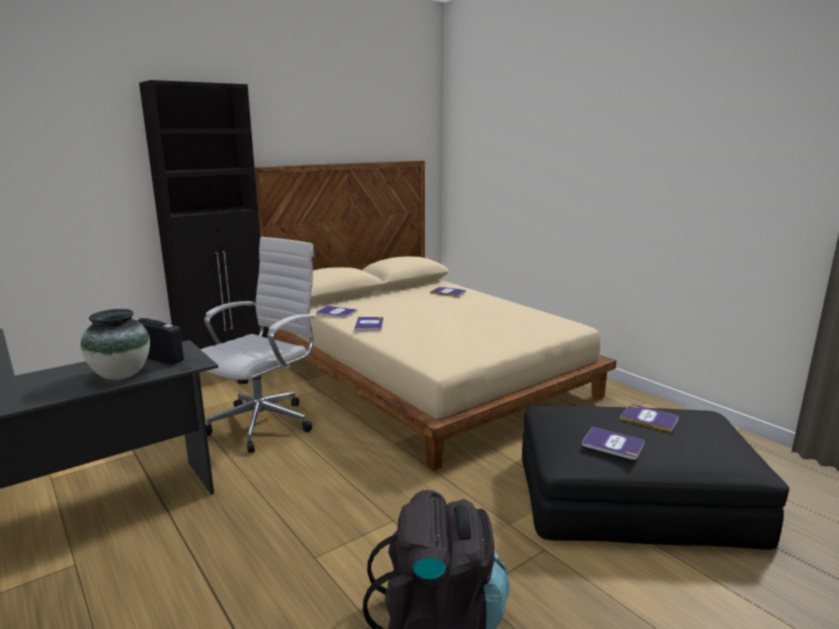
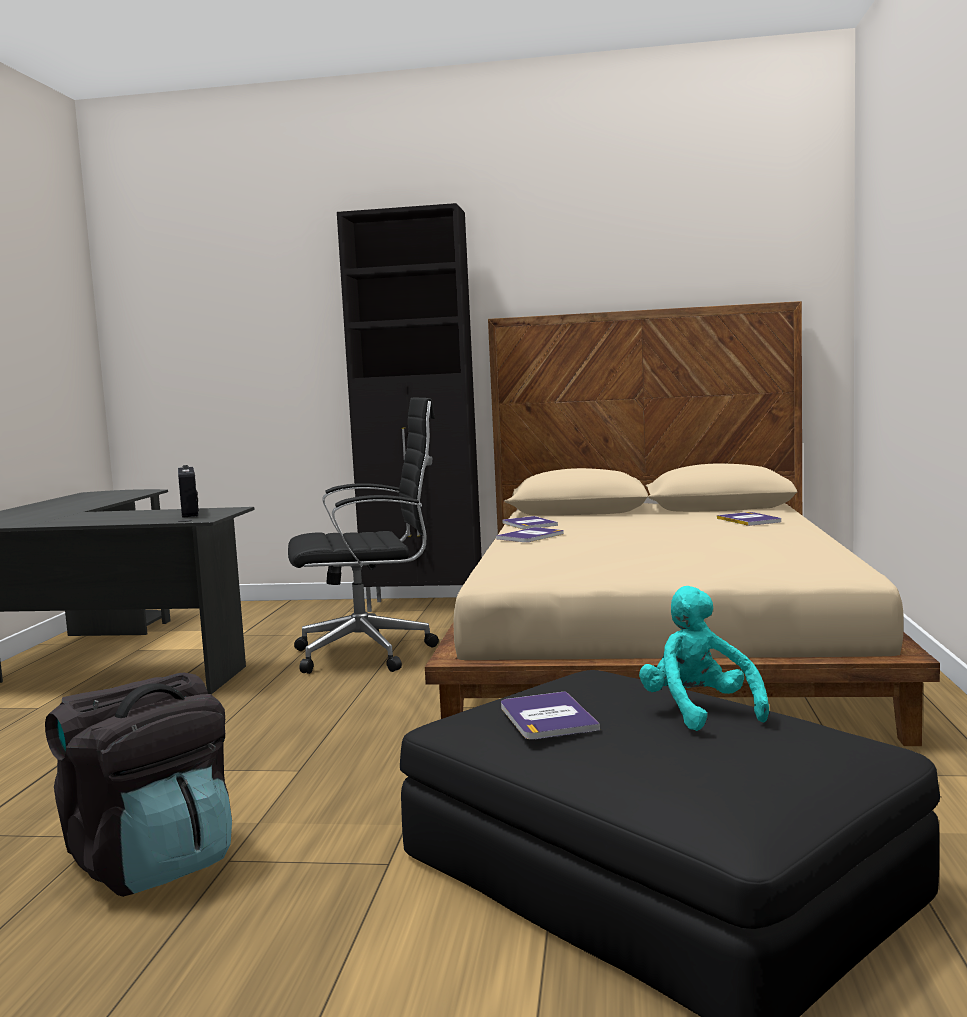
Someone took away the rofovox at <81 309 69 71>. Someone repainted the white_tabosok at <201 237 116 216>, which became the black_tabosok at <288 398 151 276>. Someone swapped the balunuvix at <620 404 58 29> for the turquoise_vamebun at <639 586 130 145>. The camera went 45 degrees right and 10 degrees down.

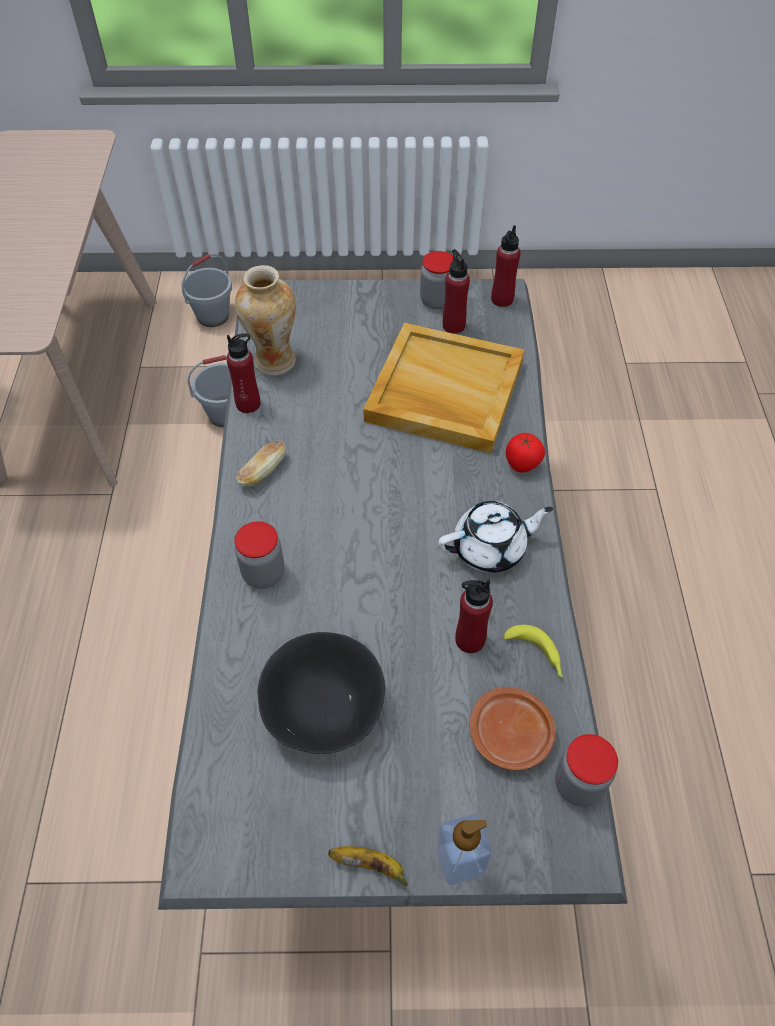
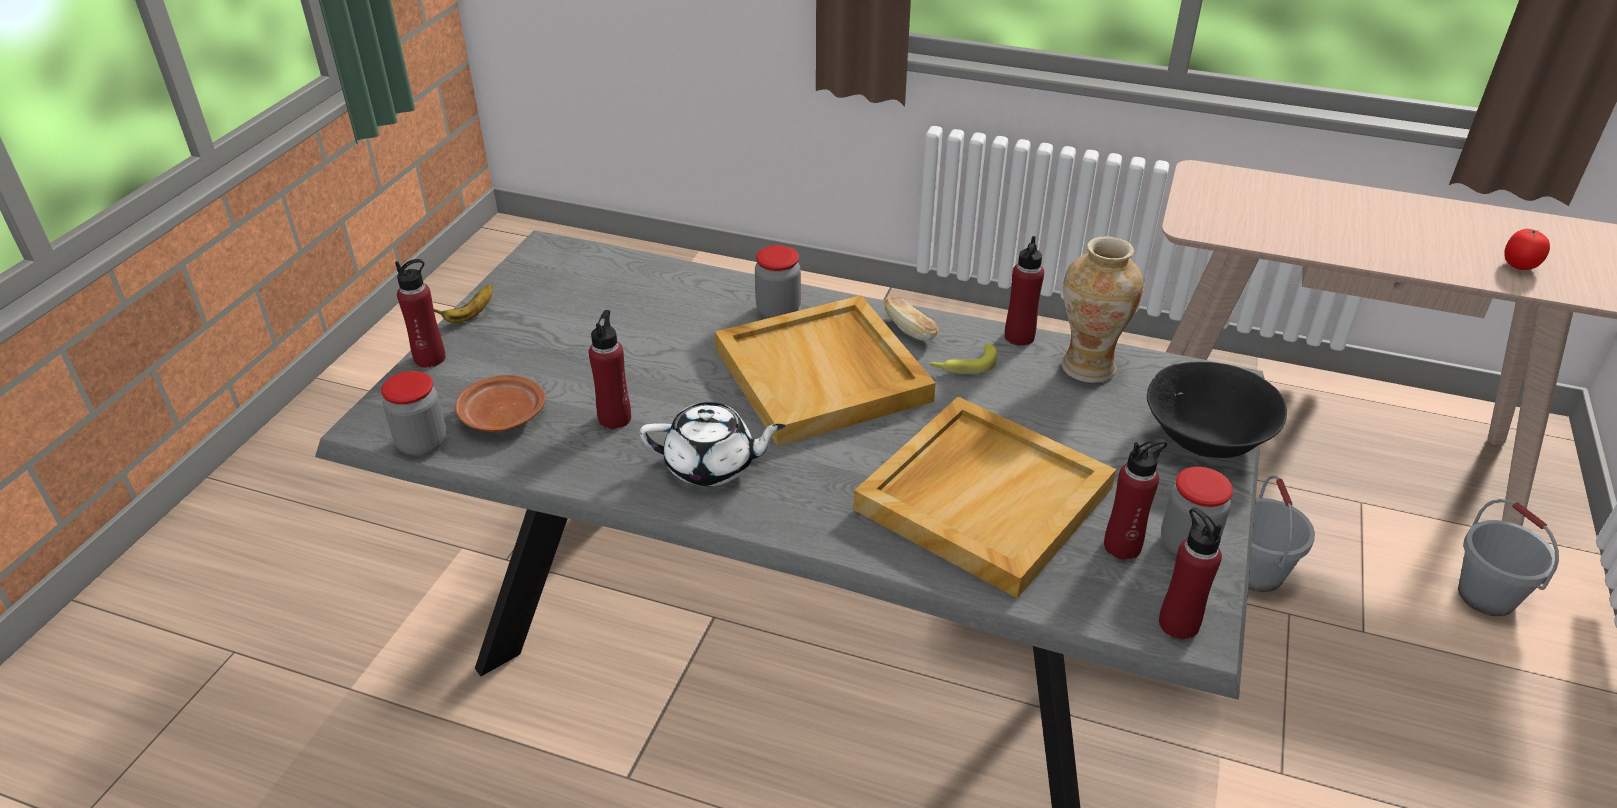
Someone carried the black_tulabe from <258 632 127 122> to <1147 362 140 96>. Someone swapped the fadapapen at <437 814 55 71> for the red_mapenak at <395 259 51 109>. Someone rotated the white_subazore at <438 501 115 72> by 90 degrees counterclockwise. Someone carried the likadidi from <504 625 59 53> to <929 344 68 30>. Someone carried the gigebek from <506 433 39 40> to <1504 228 46 42>. Someone put down the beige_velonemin at <715 295 221 152>. The camera went 110 degrees right and 15 degrees down.

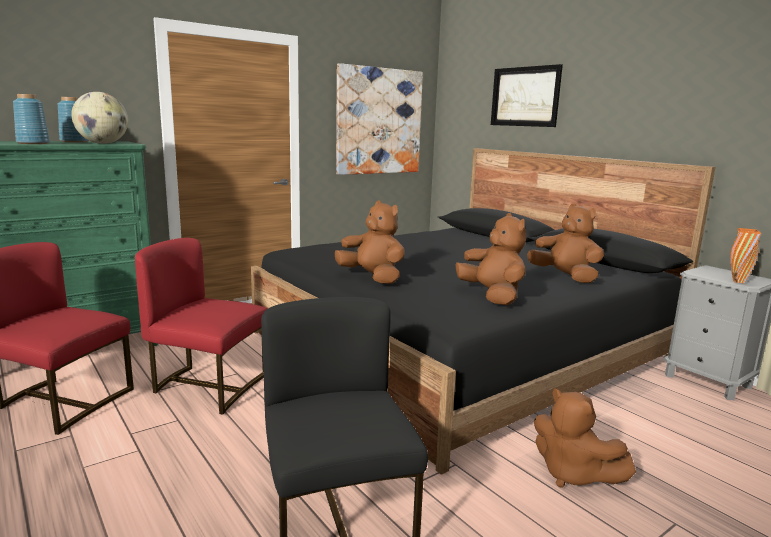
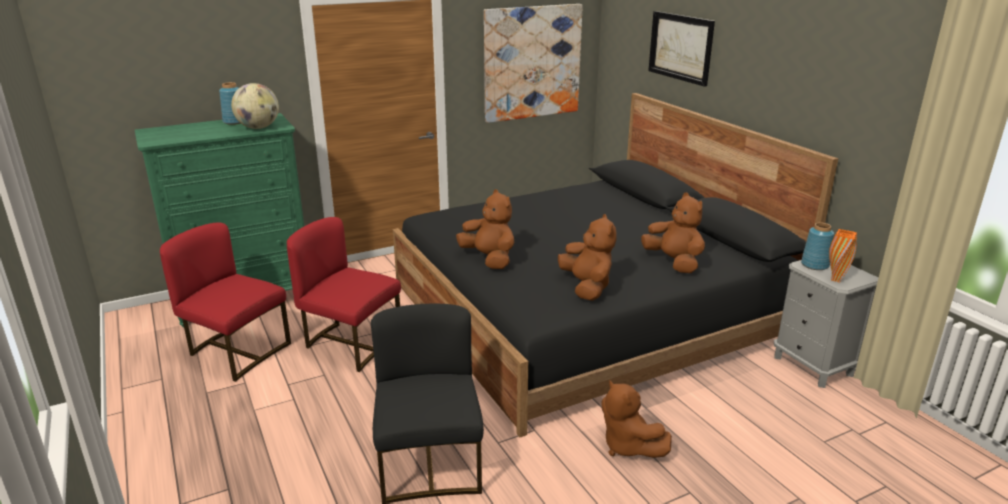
Someone carried the blue_rofovox from <13 94 37 50> to <801 222 33 48>. The camera went 10 degrees right and 10 degrees up.

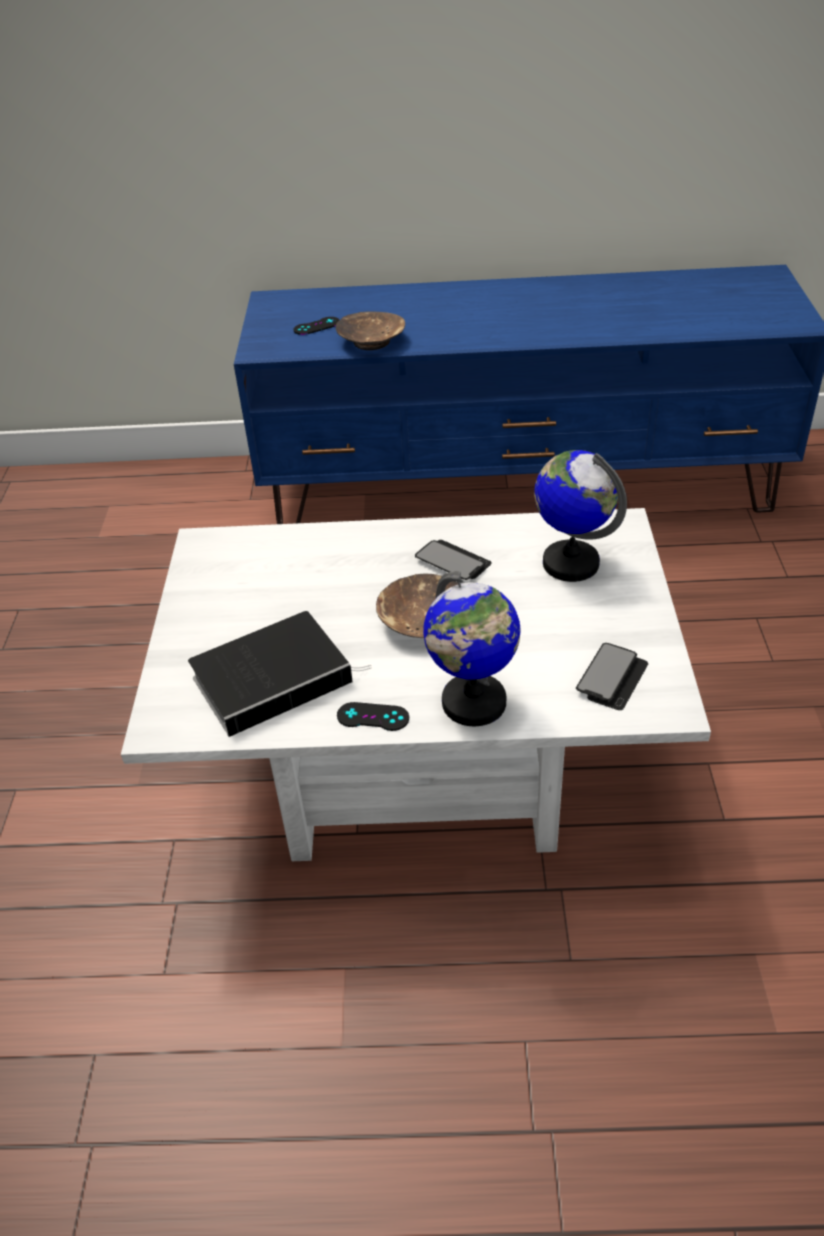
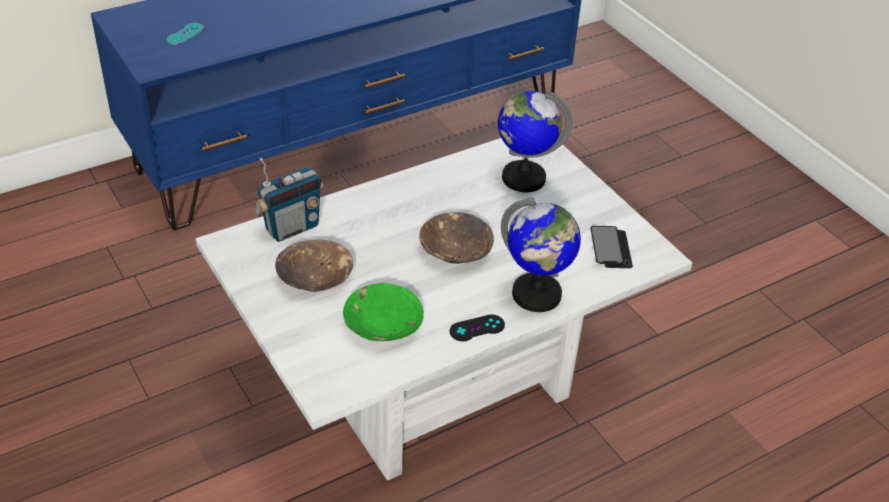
Someone swapped the balunuvix at <188 611 184 126> for the green_tulabe at <343 283 81 58>. Someone repainted the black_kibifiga at <294 317 45 18>, which became the turquoise_kibifiga at <167 23 37 22>. Someone carried the brown_tulabe from <336 312 69 38> to <275 240 78 52>. Someone took away the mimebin at <415 540 76 40>. Someone put down the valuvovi at <254 158 70 84>. The camera went 35 degrees left and 0 degrees up.

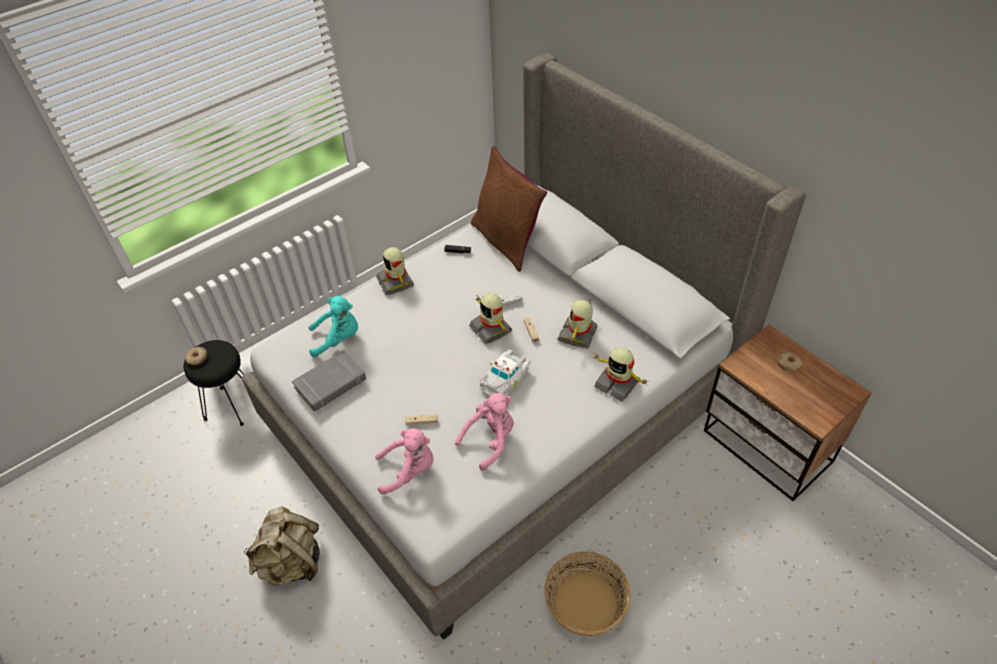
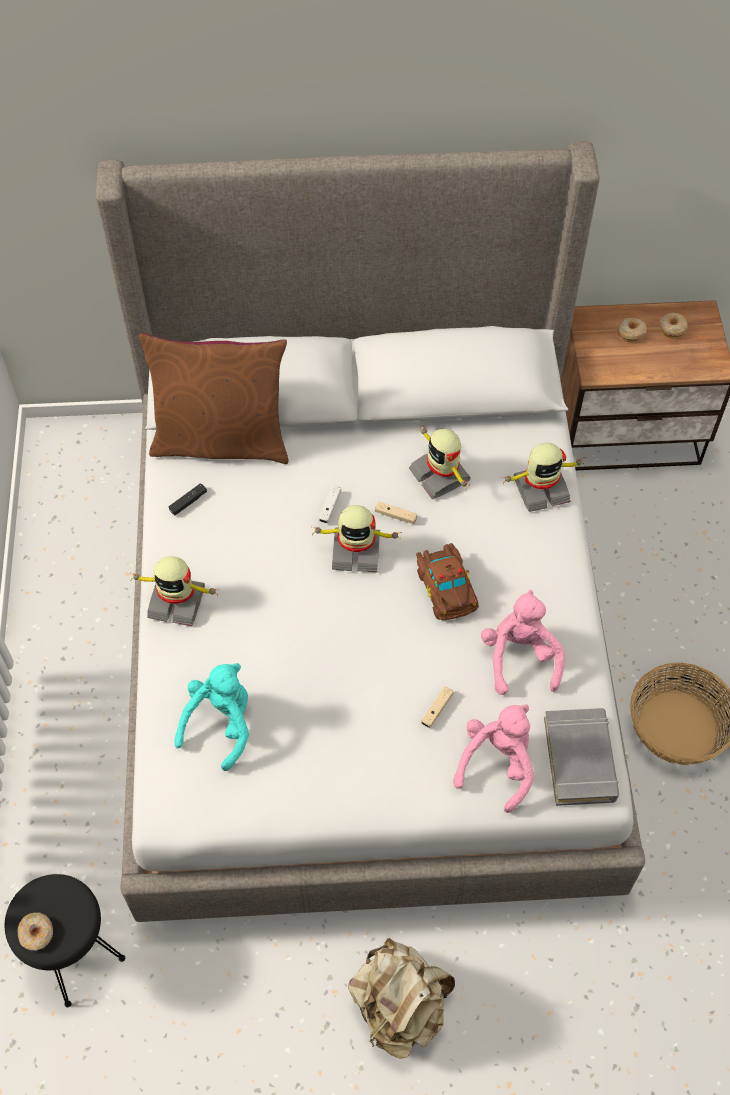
Someone carried the grey_balunuvix from <292 350 74 61> to <544 708 75 98>. Someone repainted the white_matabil at <479 350 52 46>, which became the brown_matabil at <416 543 63 77>. Someone put down the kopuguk at <660 313 28 26>. The camera went 55 degrees left and 10 degrees up.

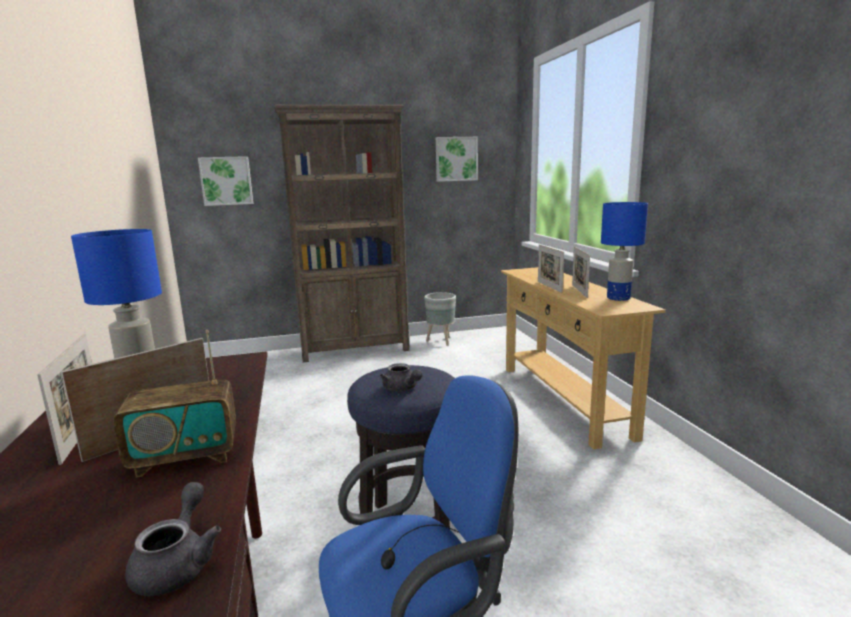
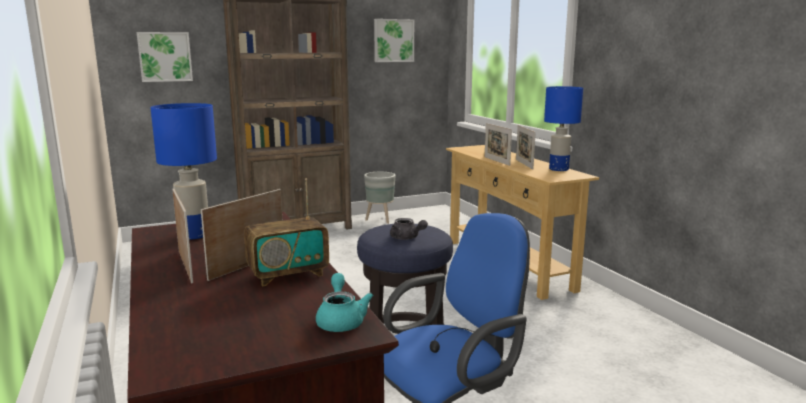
Someone repainted the grey_subazore at <125 482 96 114>, which became the turquoise_subazore at <316 273 57 59>. The camera went 10 degrees left and 0 degrees up.

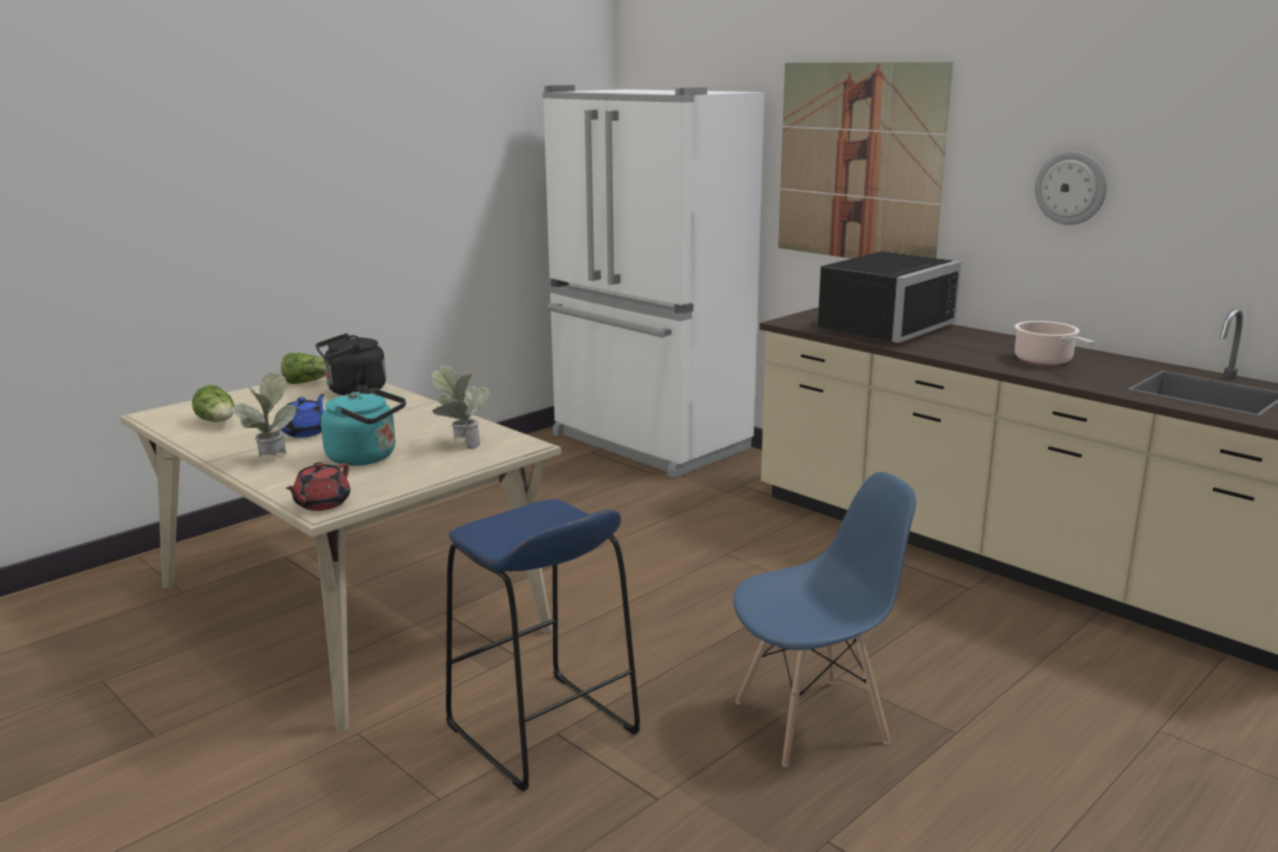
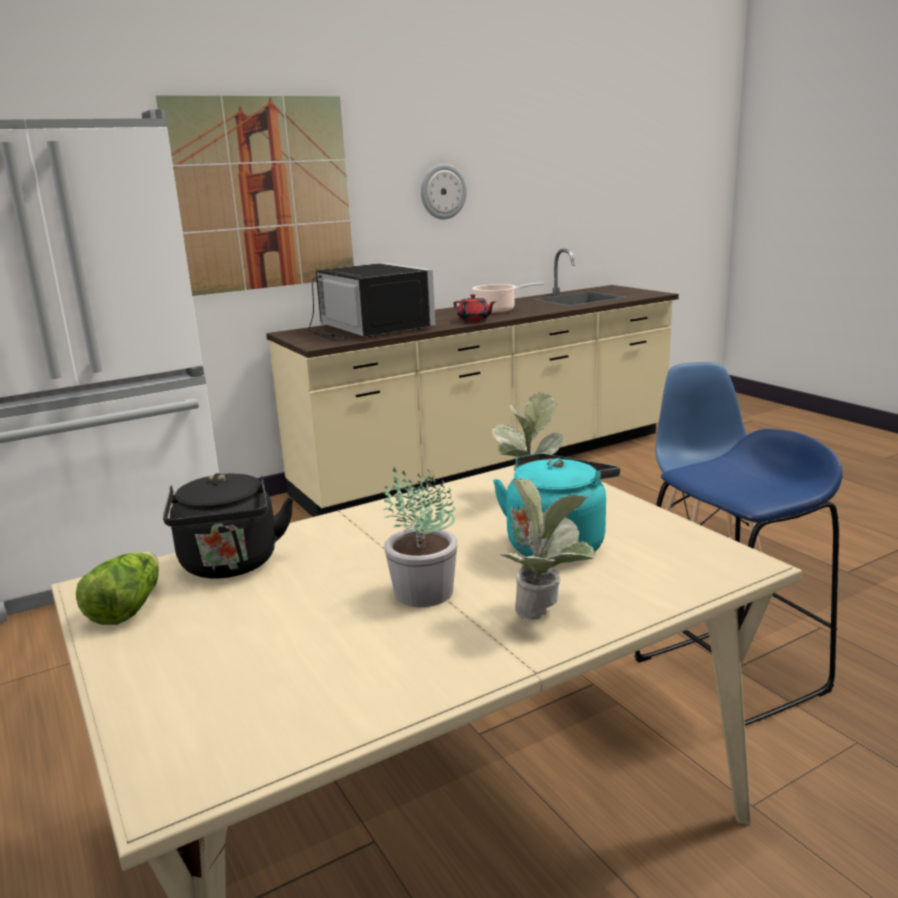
Someone took away the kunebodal at <192 385 43 37>. Someone swapped the blue_subazore at <281 394 44 44> for the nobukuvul at <383 467 75 140>. Someone carried the red_subazore from <285 462 65 49> to <453 294 43 28>. The camera went 75 degrees left and 0 degrees up.

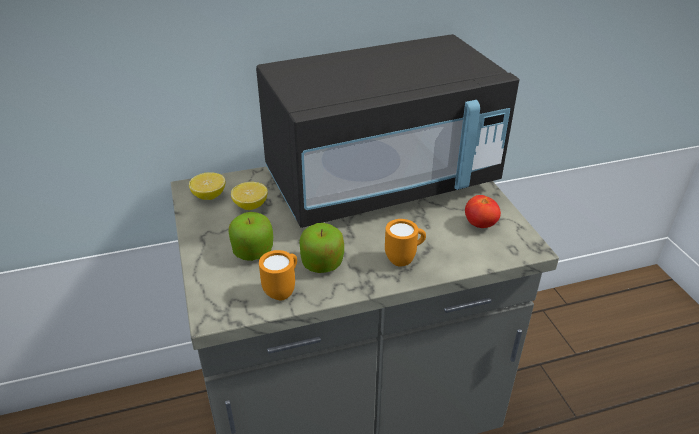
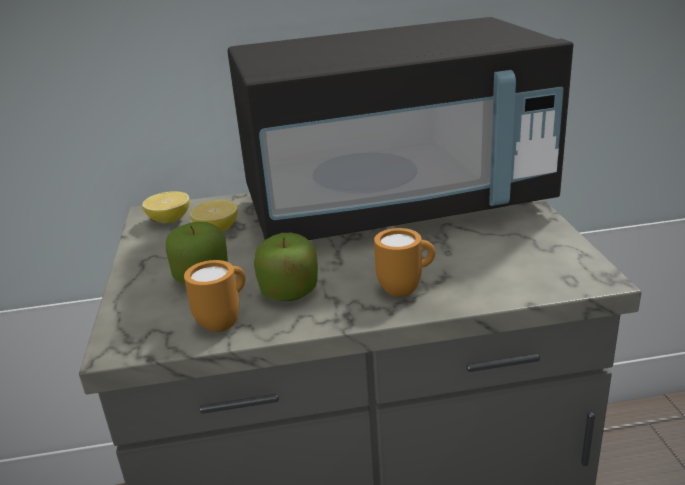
Someone took away the gigebek at <465 195 36 33>. The camera went 10 degrees right and 10 degrees down.

